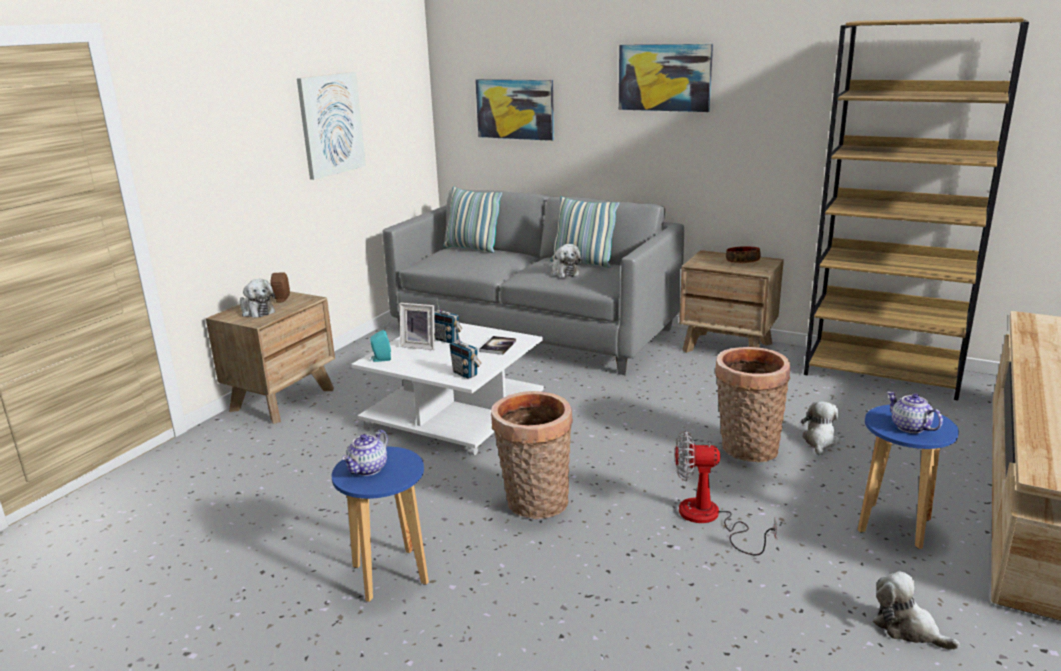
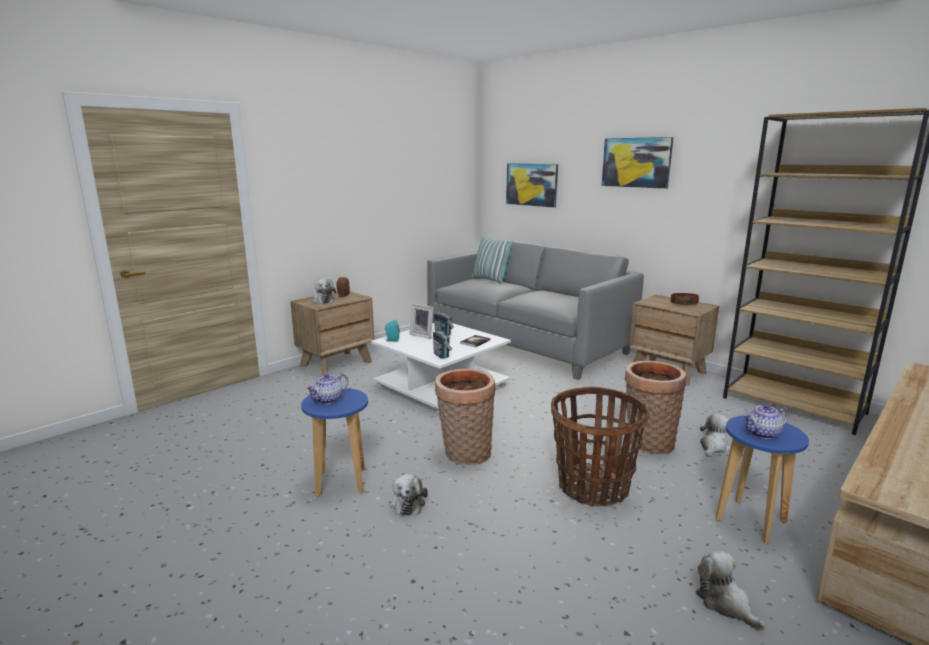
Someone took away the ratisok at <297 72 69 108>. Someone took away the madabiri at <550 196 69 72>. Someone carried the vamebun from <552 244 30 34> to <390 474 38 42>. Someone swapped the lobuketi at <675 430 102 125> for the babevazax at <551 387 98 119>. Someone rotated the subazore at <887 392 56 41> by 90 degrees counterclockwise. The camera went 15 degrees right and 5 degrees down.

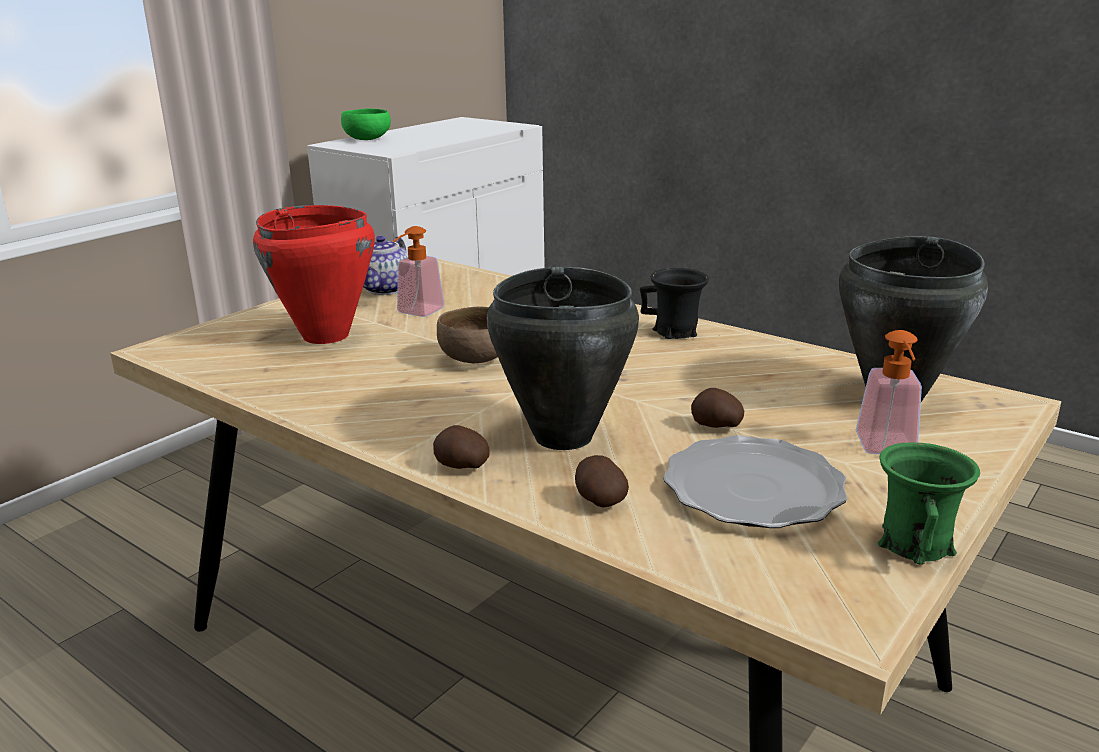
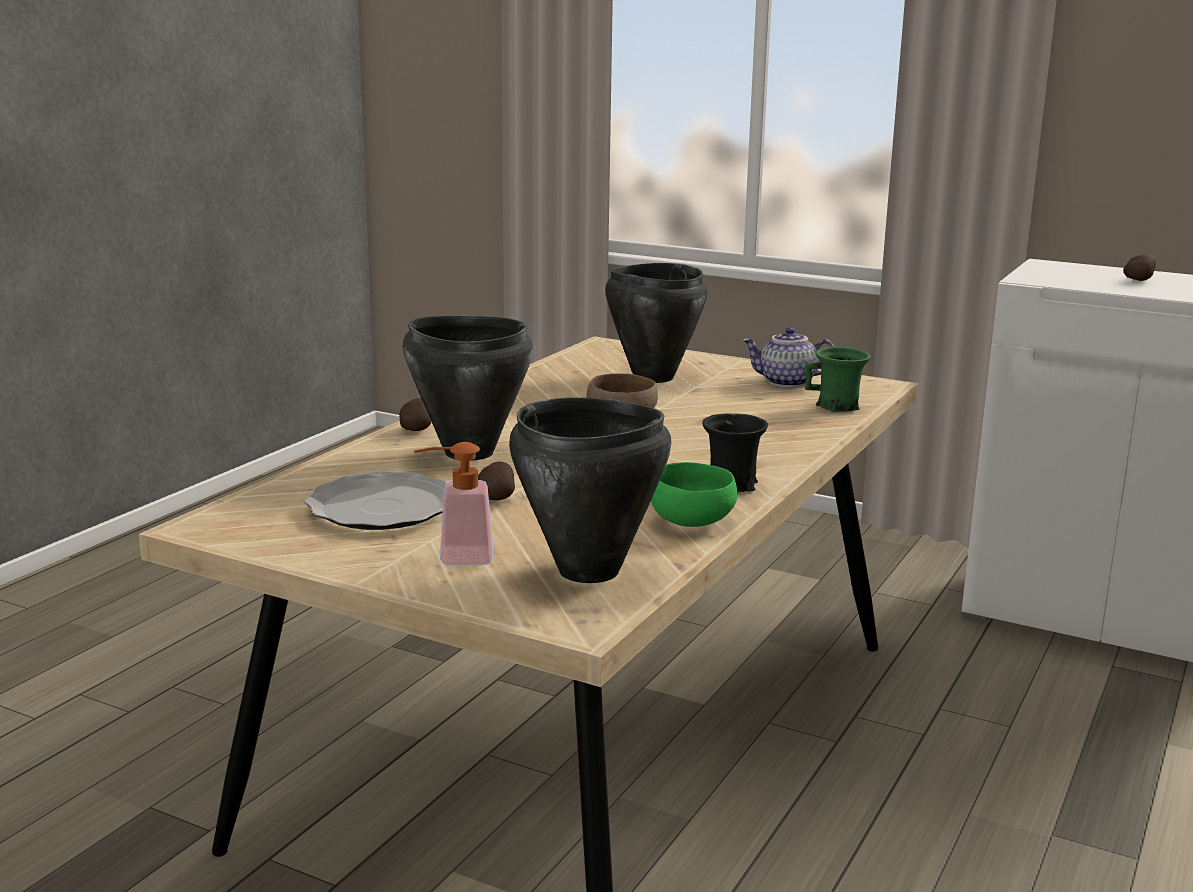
Someone repainted the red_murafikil at <253 205 122 139>, which became the black_murafikil at <605 263 102 120>. Someone carried the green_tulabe from <341 109 50 31> to <651 462 86 65>. Someone took away the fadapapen at <393 226 52 91>. Someone carried the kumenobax from <575 455 54 52> to <1123 254 33 27>. Someone carried the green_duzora from <878 442 102 122> to <805 347 66 65>. The camera went 80 degrees right and 5 degrees down.

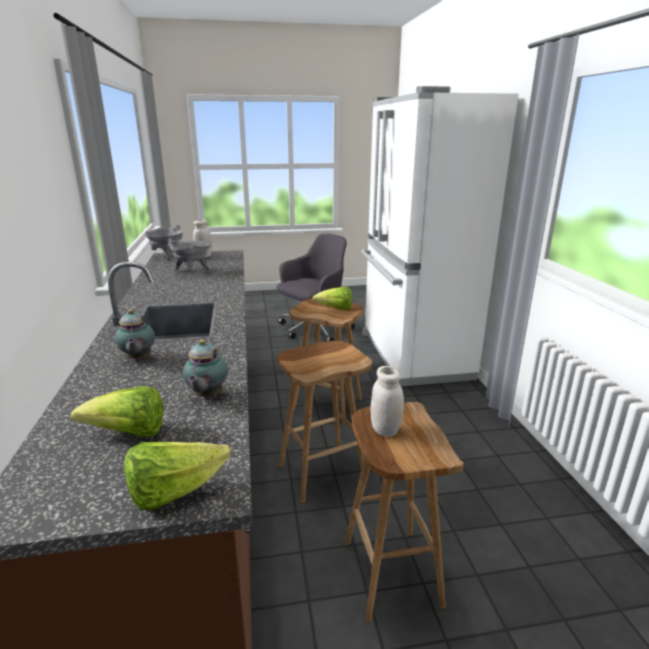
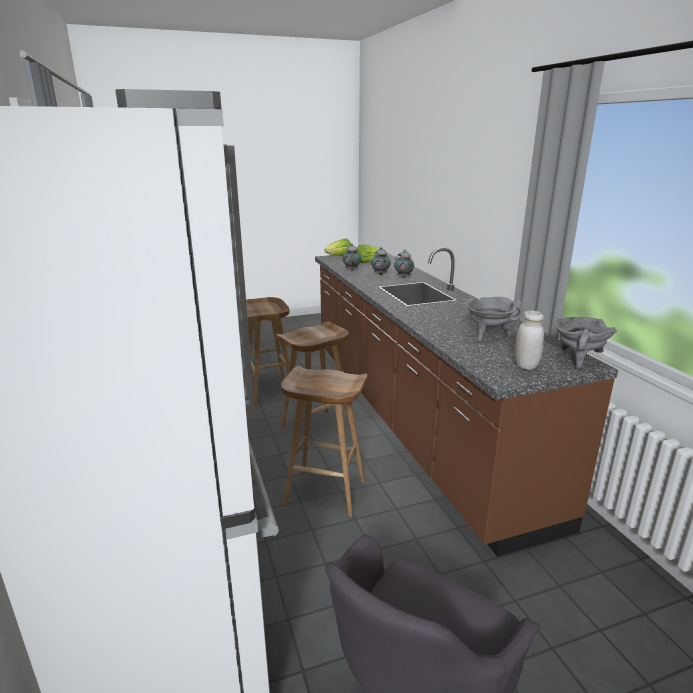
Someone took away the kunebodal at <312 286 40 24>. Someone took away the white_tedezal at <371 366 33 71>. Someone put down the subazore at <371 247 20 28>. The camera went 170 degrees right and 0 degrees up.

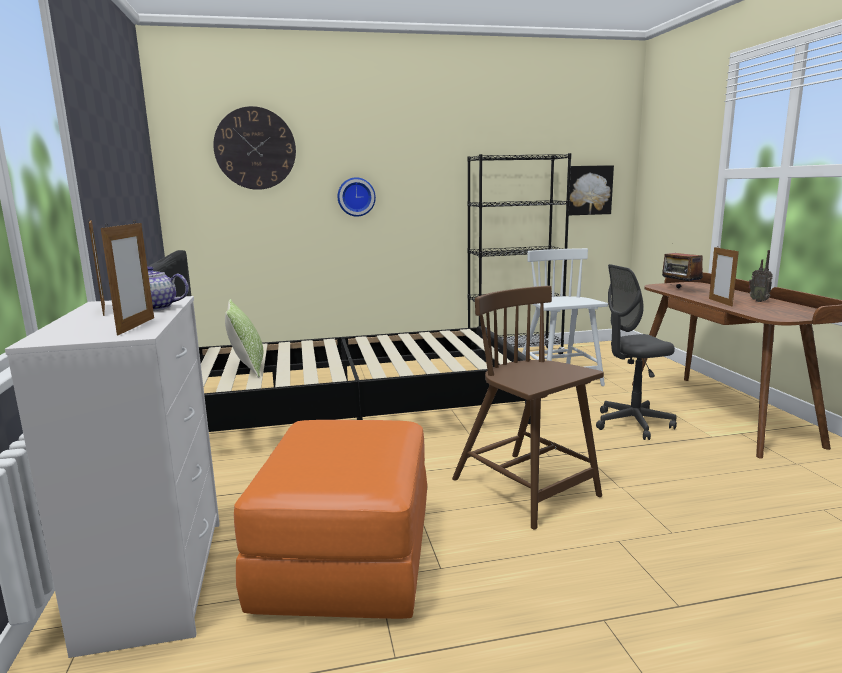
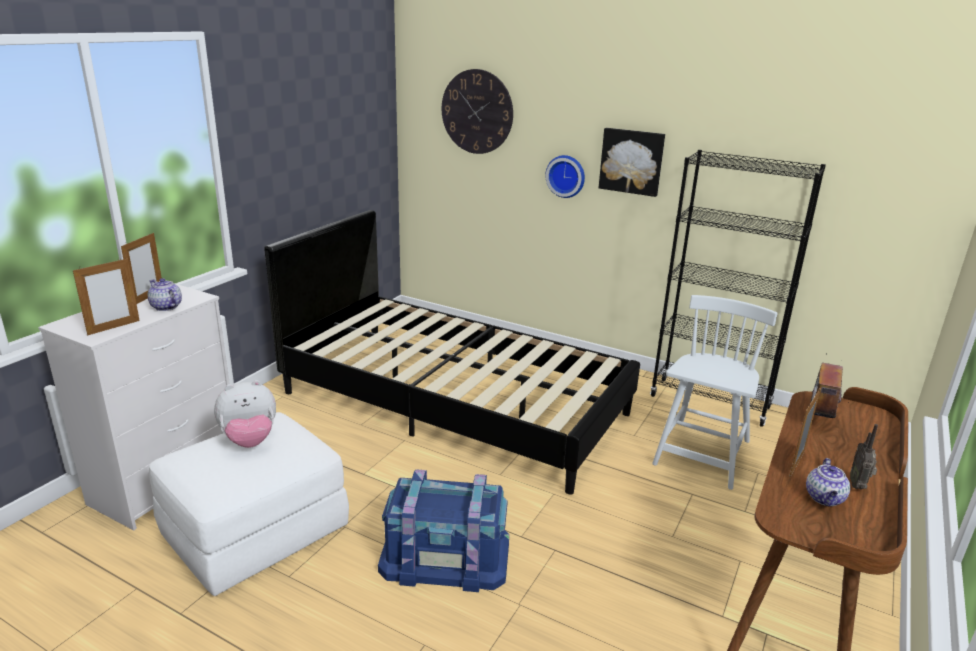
Someone took away the madabiri at <225 299 38 79>. Someone repainted the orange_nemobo at <234 420 193 199>, which became the white_nemobo at <149 412 200 184>. Someone swapped the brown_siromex at <452 286 152 244> for the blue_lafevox at <378 469 131 123>. Someone carried the ratisok from <569 165 45 50> to <599 128 66 69>. Someone took away the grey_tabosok at <596 264 81 176>. Someone put down the vamebun at <214 380 62 68>. Someone put down the subazore at <806 458 44 49>. The camera went 40 degrees right and 10 degrees up.

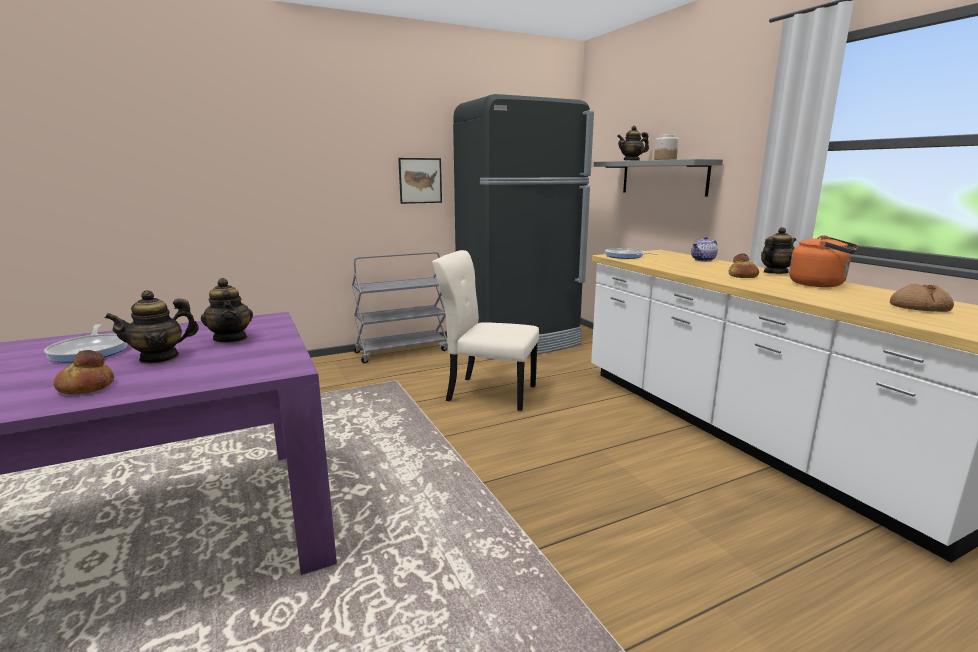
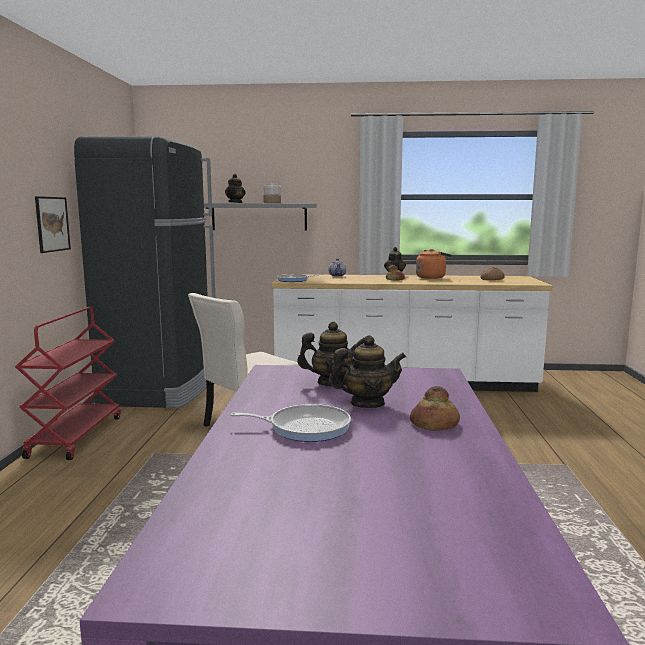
Someone rotated the subazore at <105 290 94 74> by 90 degrees counterclockwise. Someone repainted the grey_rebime at <352 252 96 111>, which became the red_rebime at <15 307 106 153>. The camera went 60 degrees left and 5 degrees down.

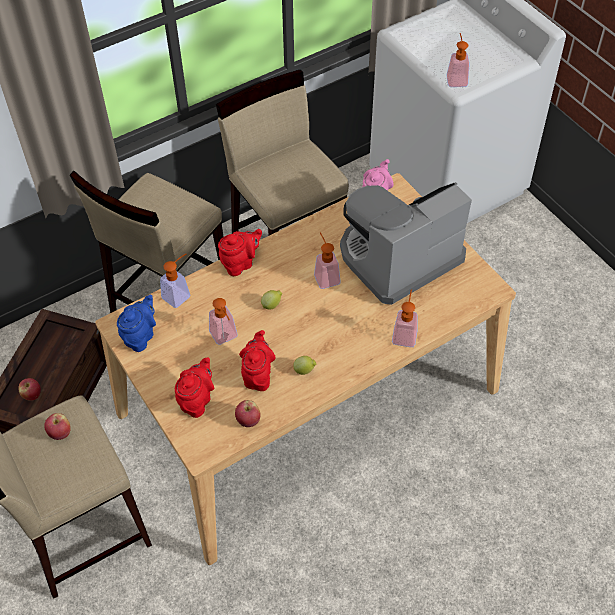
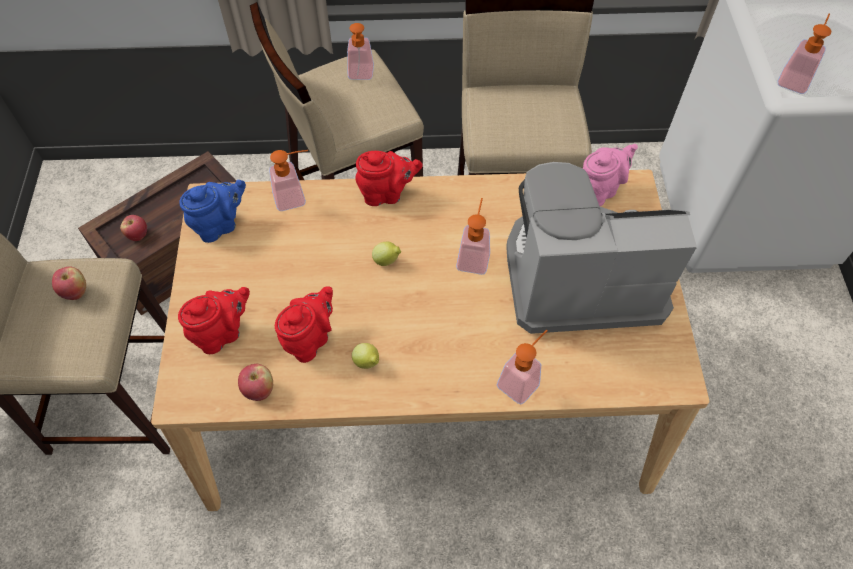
Someone carried the fadapapen from <209 298 29 47> to <347 23 27 57>. The camera went 30 degrees right and 5 degrees up.

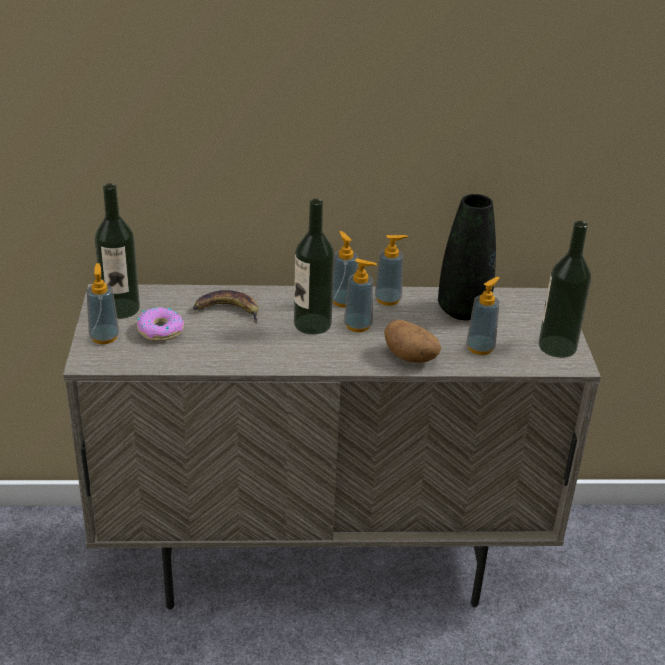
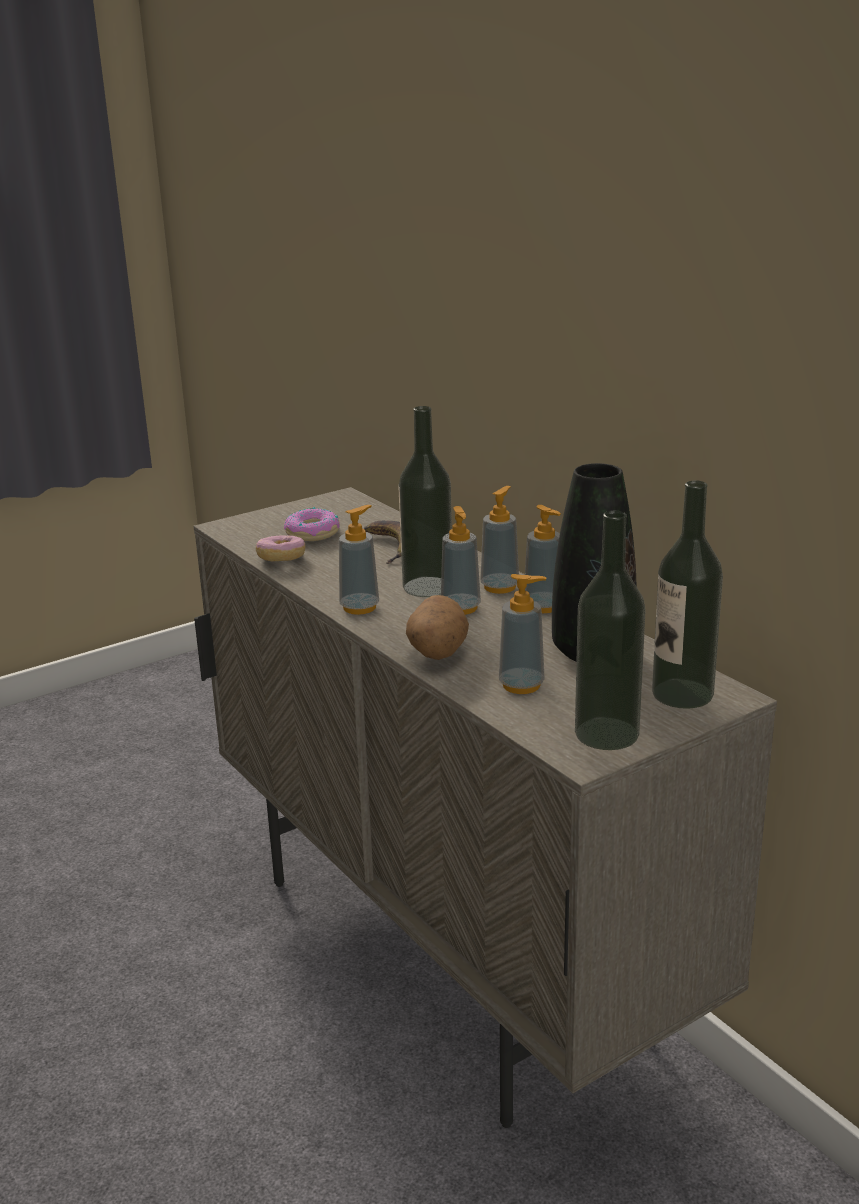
Someone carried the fadapapen from <86 263 33 81> to <339 505 40 110>. Someone carried the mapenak from <95 183 45 136> to <652 480 71 229>. Someone put down the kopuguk at <256 535 49 26>. The camera went 60 degrees right and 10 degrees down.

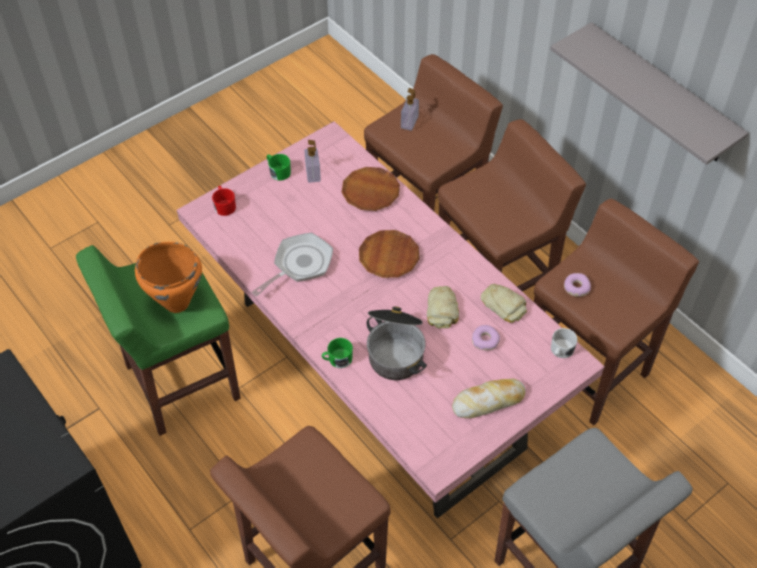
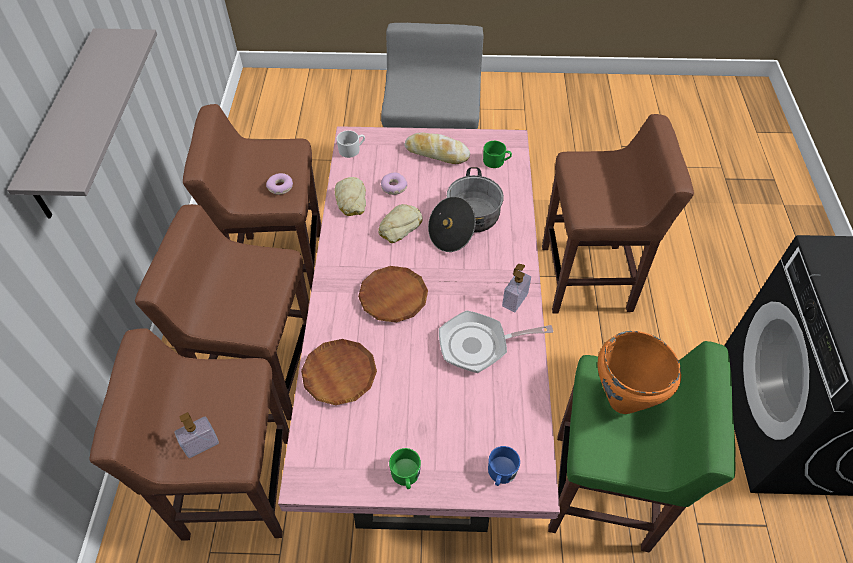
Someone repainted the red_duzora at <212 186 24 30>, which became the blue_duzora at <488 446 32 40>. Someone carried the fadapapen from <305 140 16 43> to <502 264 29 48>. Someone carried the green_duzora from <322 338 31 30> to <483 141 29 27>. The camera went 140 degrees left and 0 degrees up.

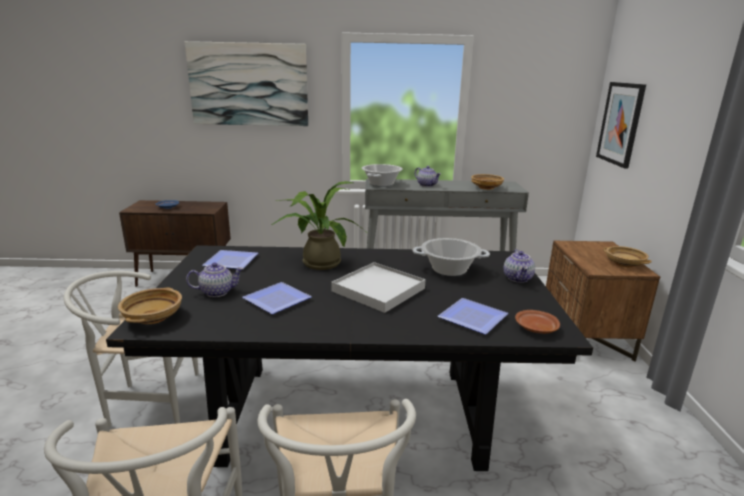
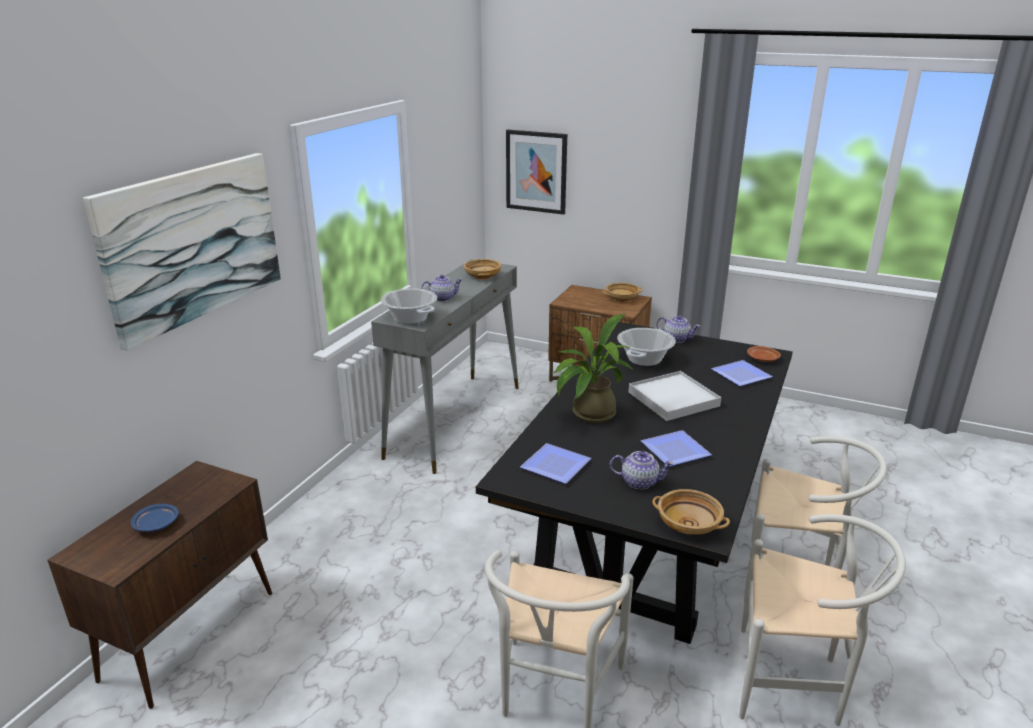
Someone rotated the subazore at <186 262 58 35> by 90 degrees clockwise. The camera went 65 degrees left and 5 degrees up.

